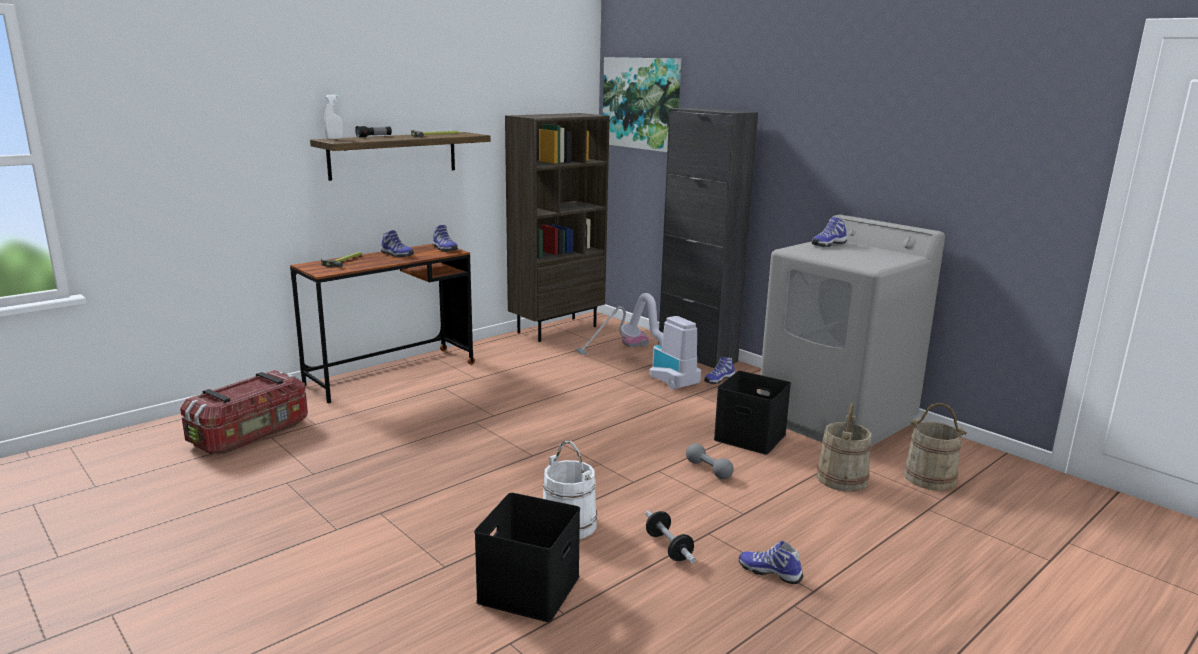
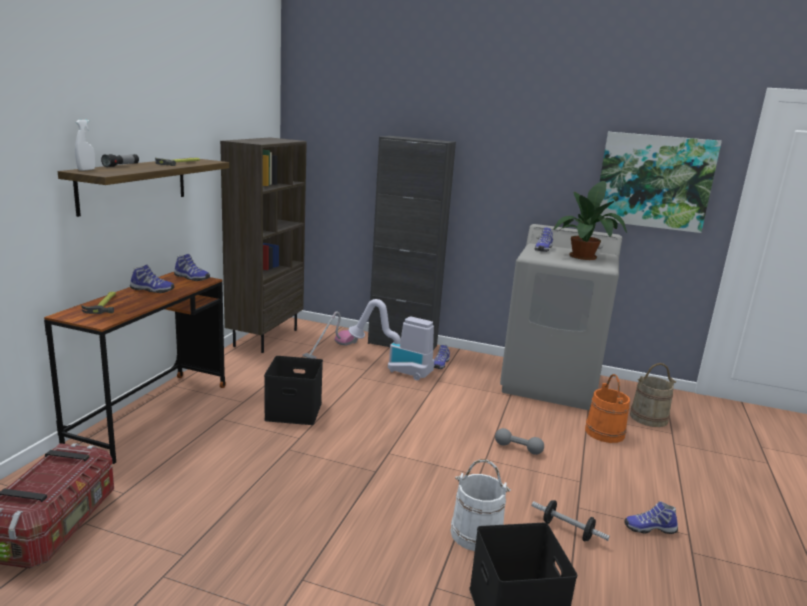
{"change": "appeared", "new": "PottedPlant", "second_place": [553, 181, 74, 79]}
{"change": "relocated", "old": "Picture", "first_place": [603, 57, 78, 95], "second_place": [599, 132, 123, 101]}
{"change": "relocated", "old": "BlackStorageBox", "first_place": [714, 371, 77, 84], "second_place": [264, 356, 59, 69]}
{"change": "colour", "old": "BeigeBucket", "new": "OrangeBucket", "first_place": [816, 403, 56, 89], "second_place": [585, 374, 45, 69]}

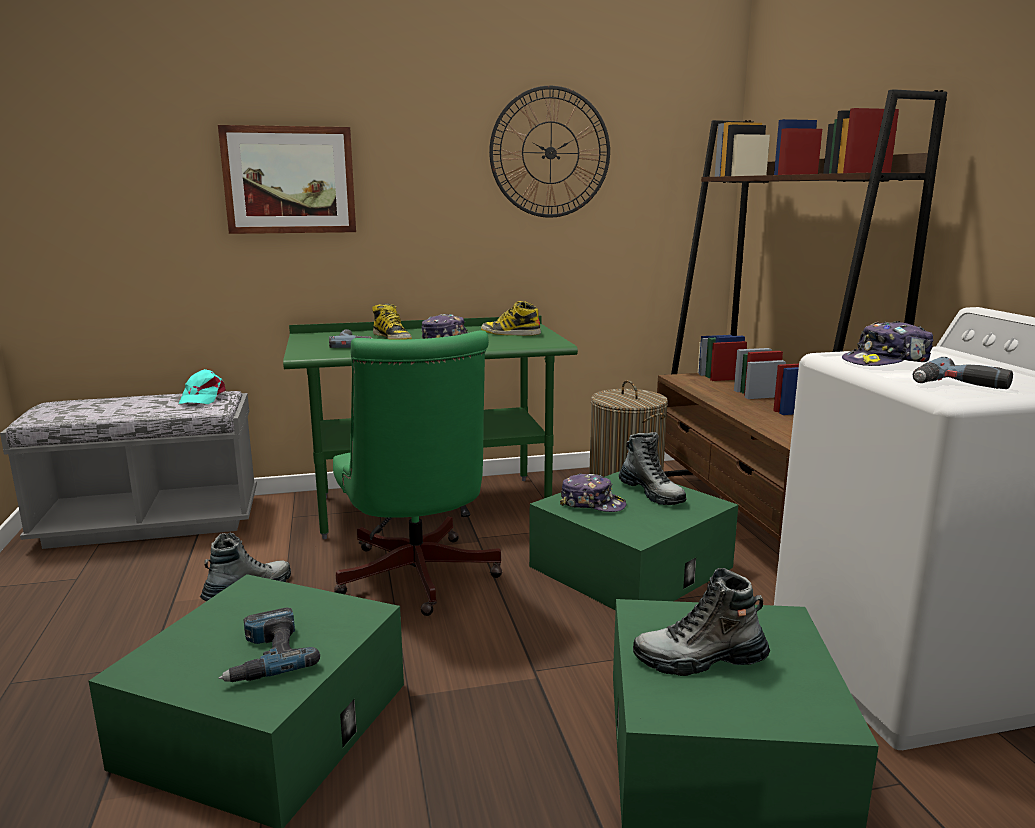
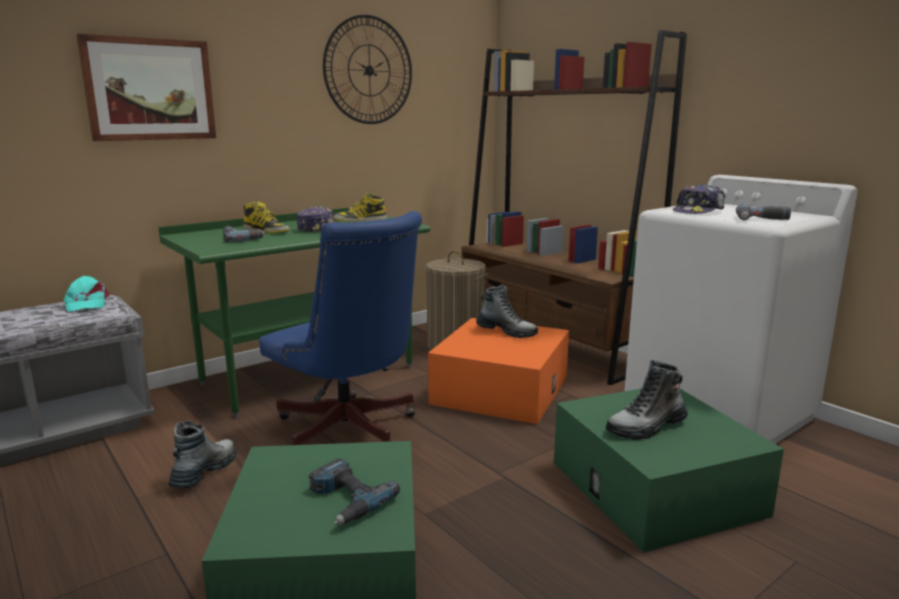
{"change": "missing", "old": "Cap", "first_place": [560, 473, 66, 39]}
{"change": "colour", "old": "GreenOfficeChair", "new": "BlueOfficeChair", "first_place": [333, 330, 169, 286], "second_place": [259, 211, 163, 234]}
{"change": "colour", "old": "GreenStorageBox", "new": "OrangeStorageBox", "first_place": [529, 471, 209, 139], "second_place": [428, 318, 141, 106]}

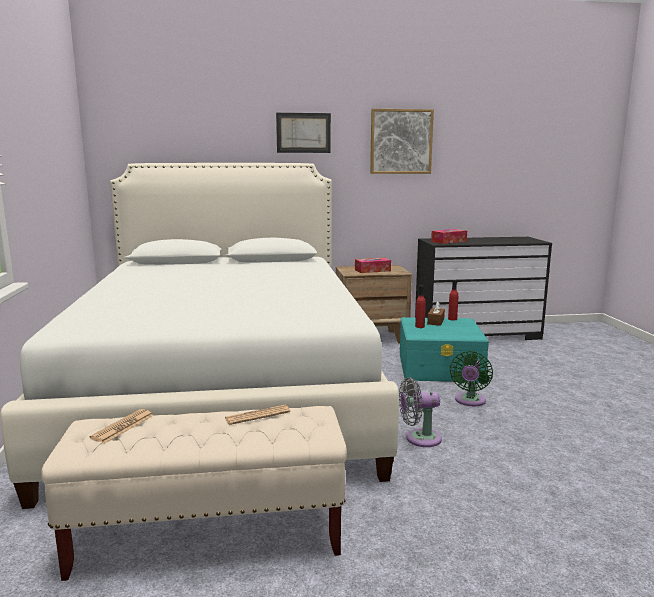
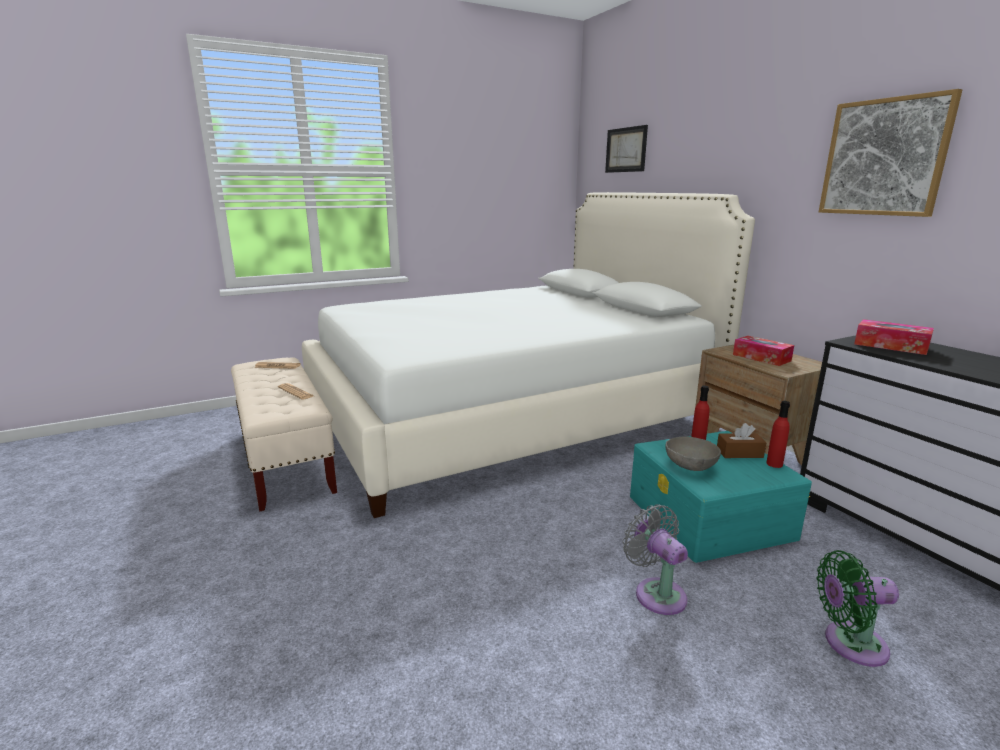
{"change": "appeared", "new": "GreyBowl", "second_place": [665, 437, 56, 34]}
{"change": "relocated", "old": "Picture", "first_place": [276, 113, 55, 40], "second_place": [605, 125, 43, 48]}
{"change": "relocated", "old": "GreyFan", "first_place": [399, 377, 43, 70], "second_place": [623, 504, 65, 111]}
{"change": "relocated", "old": "GreenFan", "first_place": [450, 351, 43, 55], "second_place": [817, 550, 82, 117]}

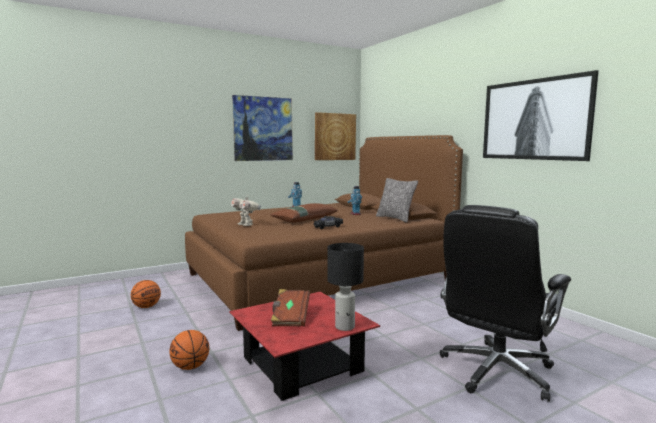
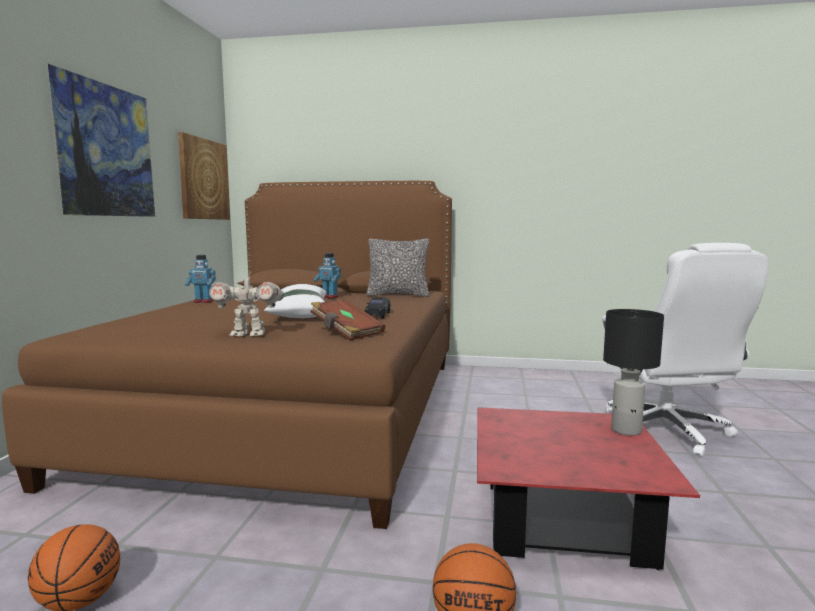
{"change": "missing", "old": "Picture", "first_place": [483, 70, 116, 91]}
{"change": "relocated", "old": "BrownBook", "first_place": [271, 289, 39, 37], "second_place": [311, 299, 74, 42]}
{"change": "colour", "old": "BrownPillow", "new": "WhitePillow", "first_place": [270, 203, 68, 19], "second_place": [264, 284, 63, 34]}
{"change": "colour", "old": "BlackOfficeChair", "new": "WhiteOfficeChair", "first_place": [440, 205, 131, 197], "second_place": [602, 243, 166, 214]}

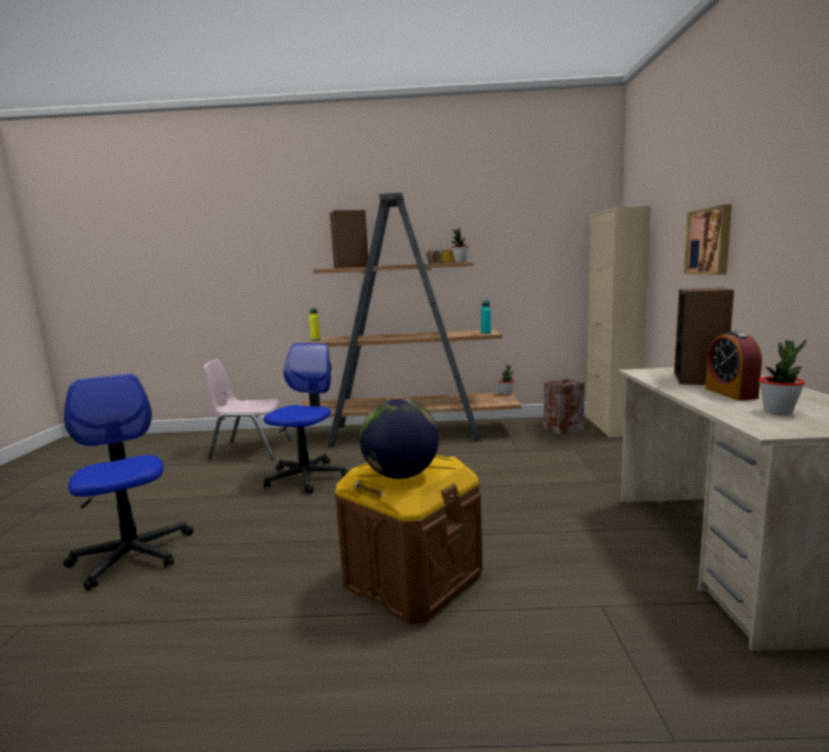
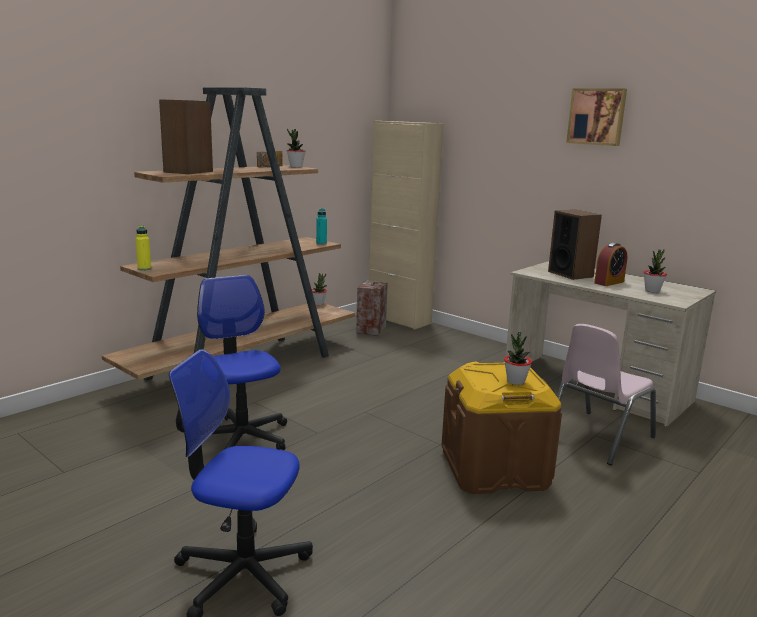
{"change": "relocated", "old": "PinkChair", "first_place": [203, 360, 89, 99], "second_place": [557, 324, 99, 141]}
{"change": "relocated", "old": "Picture", "first_place": [684, 204, 48, 71], "second_place": [566, 88, 61, 58]}
{"change": "exchanged", "old": "Globe", "new": "PottedPlant", "first_place": [360, 399, 79, 80], "second_place": [504, 332, 28, 53]}
{"change": "spun", "old": "AlarmClock", "first_place": [705, 331, 57, 69], "second_place": [594, 243, 34, 43], "degrees": -75}

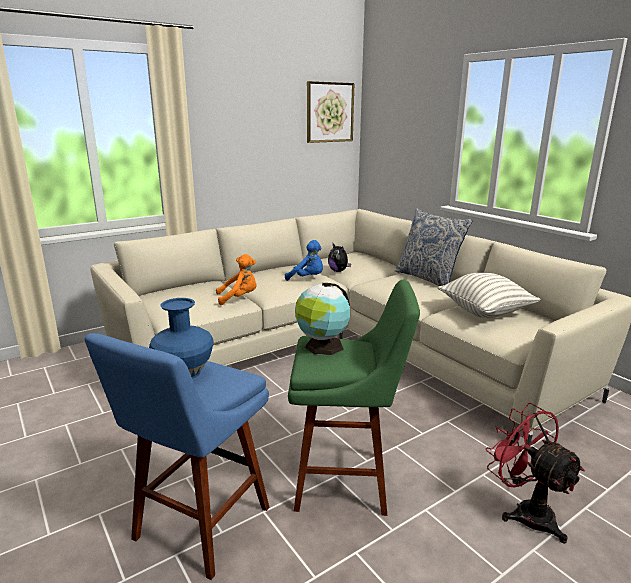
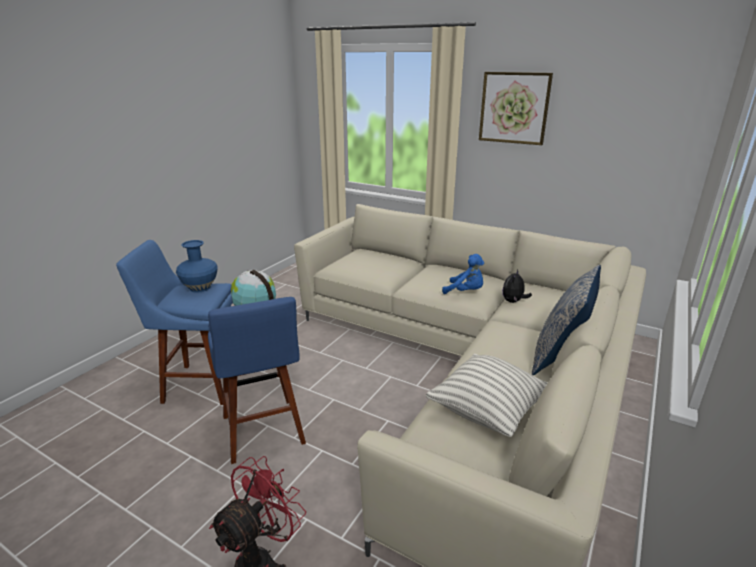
{"change": "missing", "old": "OrangePlushToy", "first_place": [216, 254, 41, 51]}
{"change": "relocated", "old": "Picture", "first_place": [307, 81, 47, 62], "second_place": [479, 72, 74, 73]}
{"change": "colour", "old": "GreenStool", "new": "BlueStool", "first_place": [288, 280, 132, 236], "second_place": [208, 297, 98, 167]}
{"change": "spun", "old": "BluePlushToy", "first_place": [285, 240, 38, 41], "second_place": [442, 254, 42, 40], "degrees": -60}

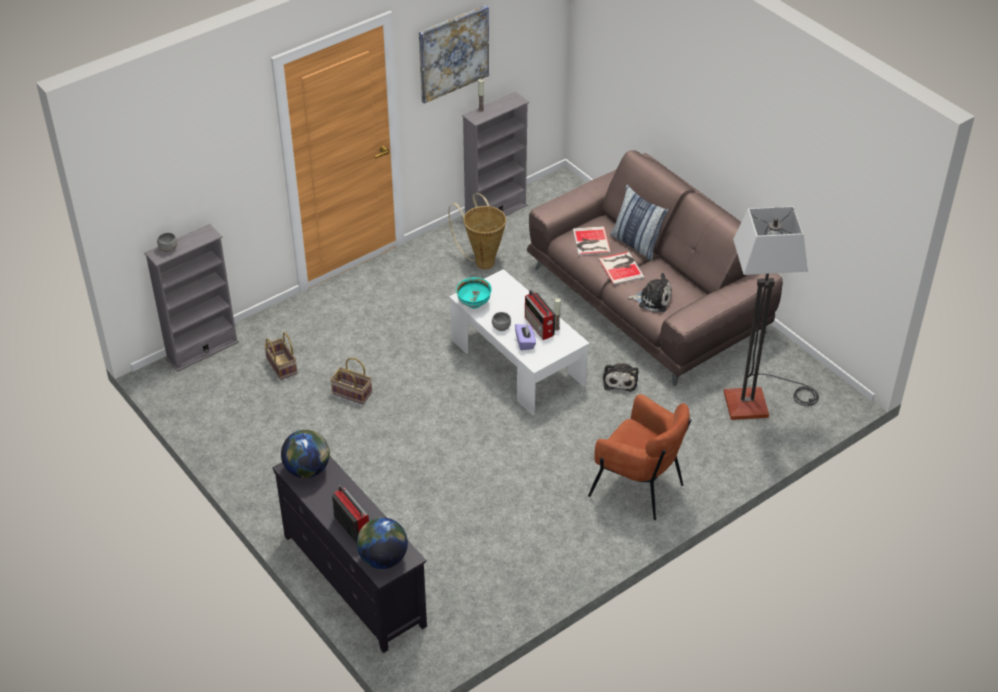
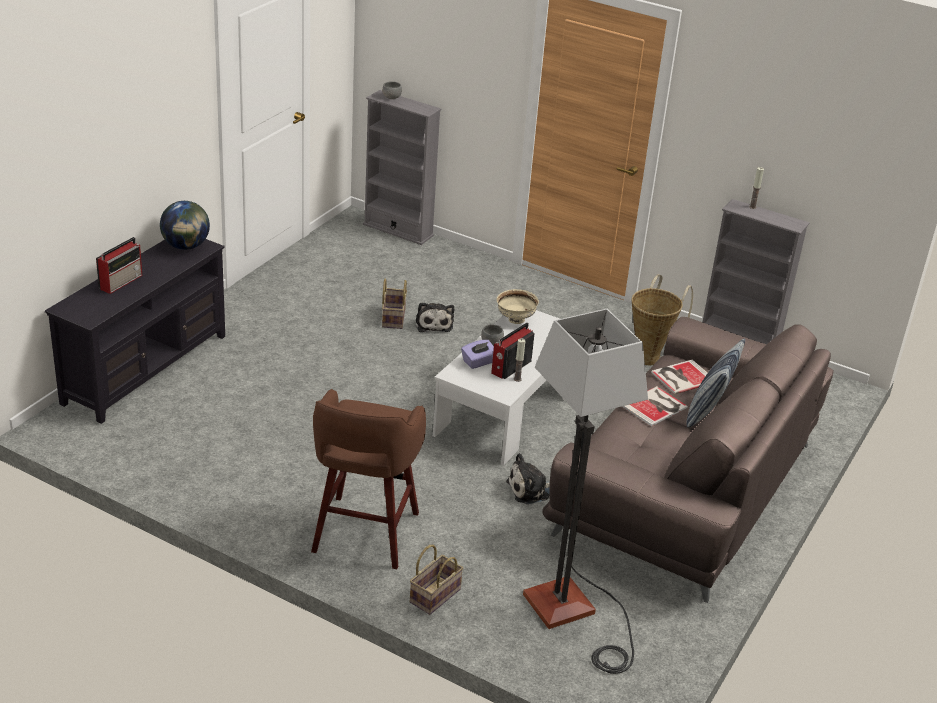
{"change": "missing", "old": "Globe", "first_place": [357, 518, 51, 51]}
{"change": "missing", "old": "Picture", "first_place": [419, 5, 70, 99]}
{"change": "relocated", "old": "Basket", "first_place": [264, 332, 33, 48], "second_place": [410, 545, 53, 70]}
{"change": "relocated", "old": "PlushToy", "first_place": [628, 273, 44, 39], "second_place": [416, 302, 38, 30]}
{"change": "exchanged", "old": "BrownArmchair", "new": "BrownStool", "first_place": [588, 394, 103, 126], "second_place": [311, 389, 115, 180]}
{"change": "colour", "old": "TurquoiseBowl", "new": "BeigeBowl", "first_place": [456, 277, 36, 32], "second_place": [497, 289, 42, 35]}

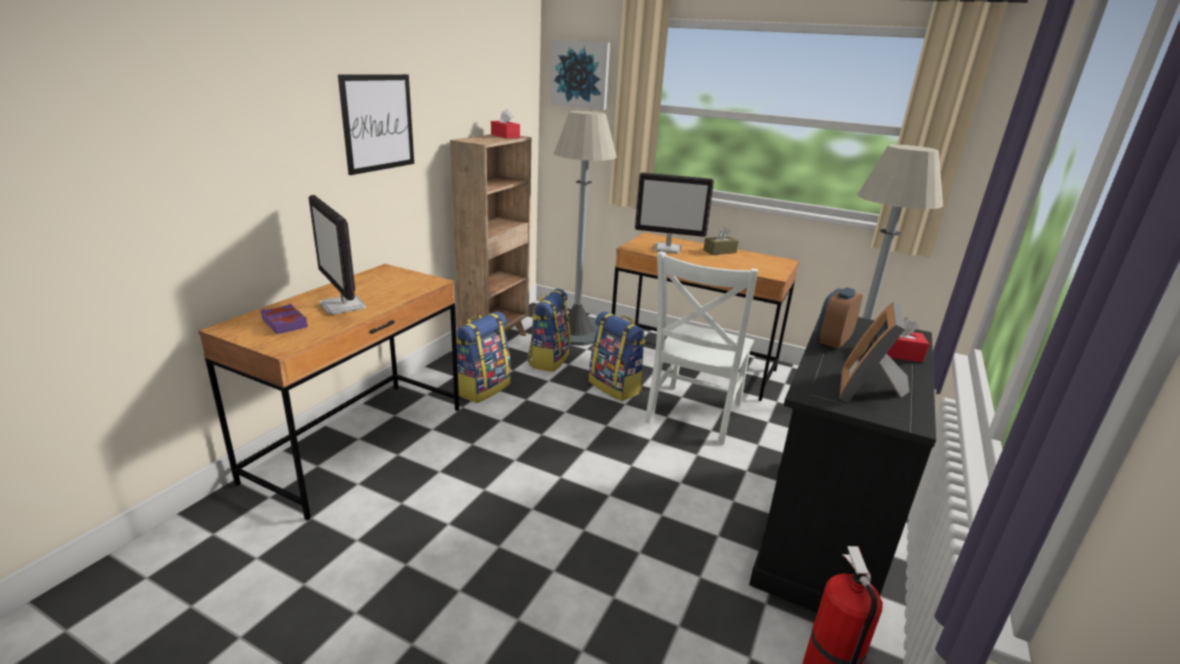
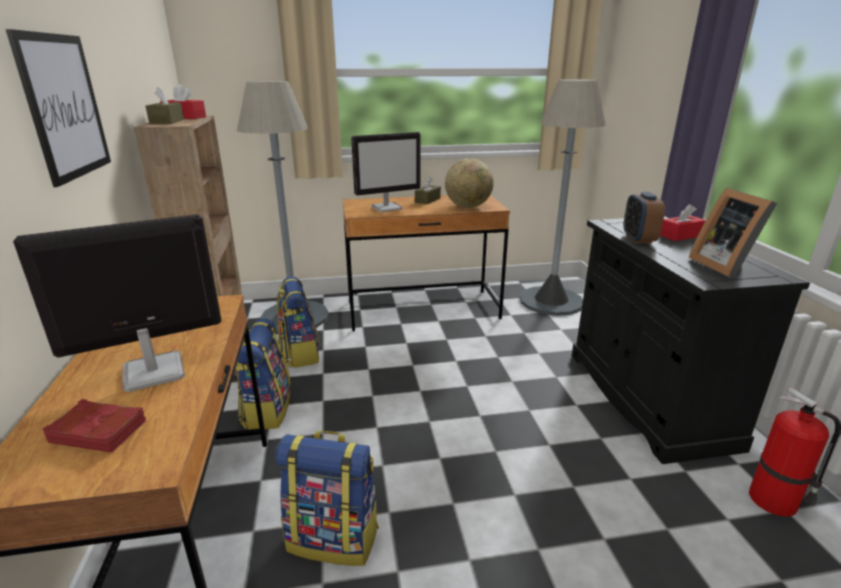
{"change": "missing", "old": "Picture", "first_place": [551, 40, 59, 70]}
{"change": "missing", "old": "WhiteChair", "first_place": [645, 251, 113, 194]}
{"change": "appeared", "new": "BrownTissueBox", "second_place": [145, 86, 39, 38]}
{"change": "appeared", "new": "Globe", "second_place": [445, 158, 49, 50]}
{"change": "relocated", "old": "Backpack", "first_place": [589, 312, 57, 89], "second_place": [275, 431, 104, 135]}
{"change": "colour", "old": "PurpleBook", "new": "RedBook", "first_place": [261, 304, 47, 30], "second_place": [43, 399, 103, 54]}
{"change": "spun", "old": "Monitor", "first_place": [309, 195, 57, 120], "second_place": [13, 214, 209, 178], "degrees": 135}

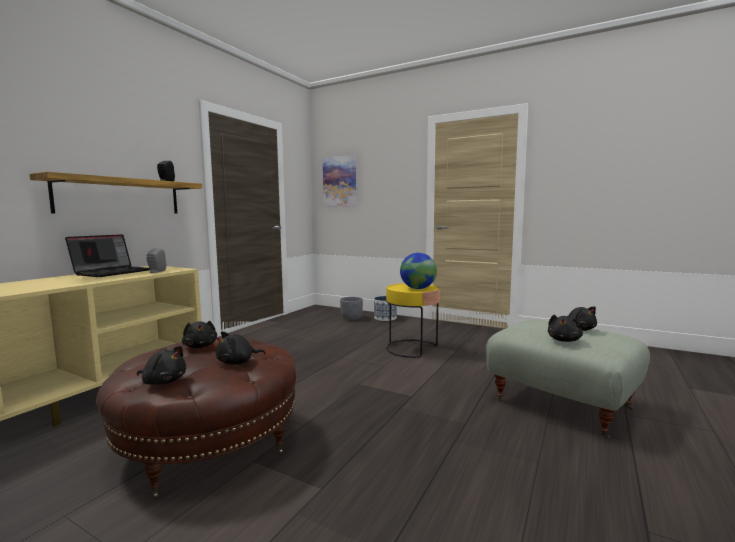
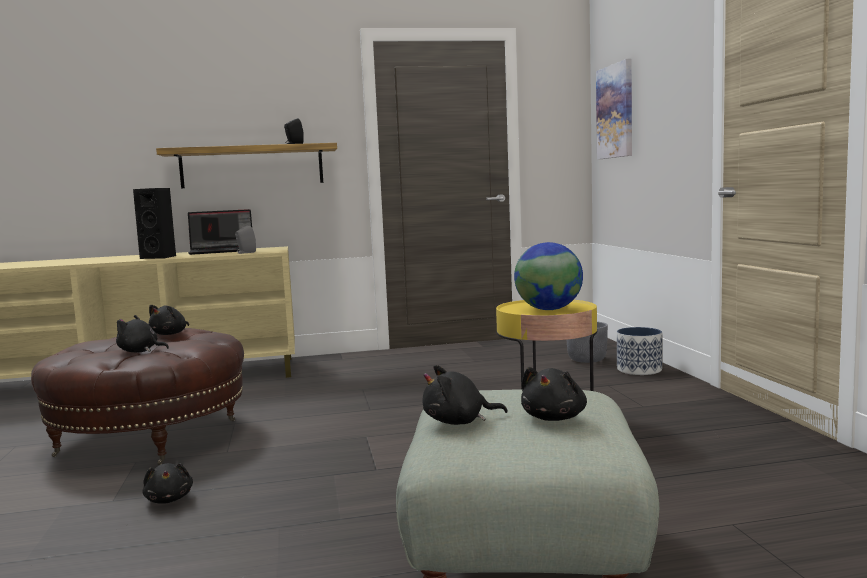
{"change": "appeared", "new": "BlackSpeaker", "second_place": [133, 188, 43, 71]}
{"change": "relocated", "old": "BlackPlushToy", "first_place": [137, 346, 49, 39], "second_place": [143, 463, 50, 41]}

